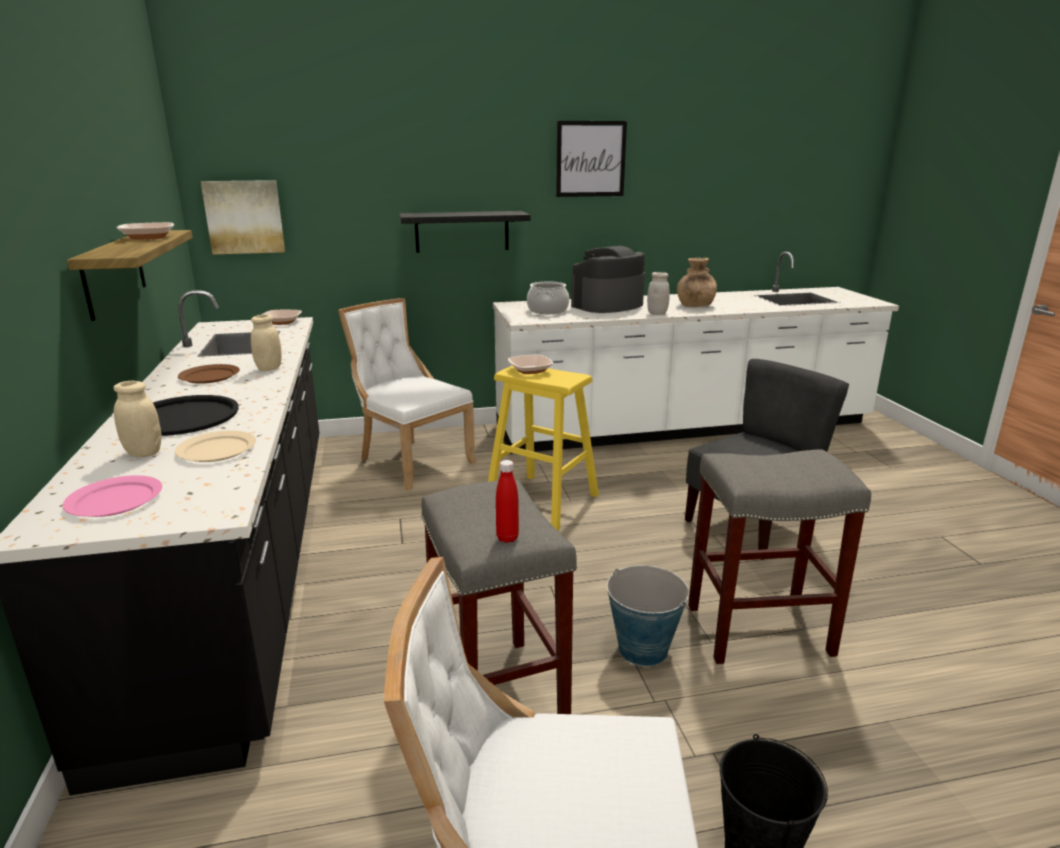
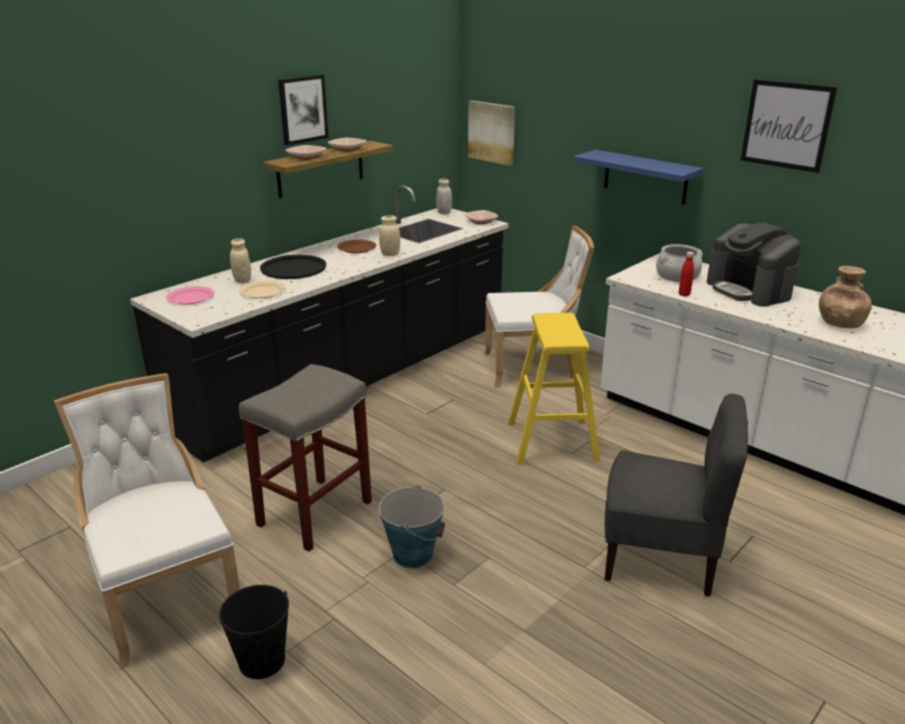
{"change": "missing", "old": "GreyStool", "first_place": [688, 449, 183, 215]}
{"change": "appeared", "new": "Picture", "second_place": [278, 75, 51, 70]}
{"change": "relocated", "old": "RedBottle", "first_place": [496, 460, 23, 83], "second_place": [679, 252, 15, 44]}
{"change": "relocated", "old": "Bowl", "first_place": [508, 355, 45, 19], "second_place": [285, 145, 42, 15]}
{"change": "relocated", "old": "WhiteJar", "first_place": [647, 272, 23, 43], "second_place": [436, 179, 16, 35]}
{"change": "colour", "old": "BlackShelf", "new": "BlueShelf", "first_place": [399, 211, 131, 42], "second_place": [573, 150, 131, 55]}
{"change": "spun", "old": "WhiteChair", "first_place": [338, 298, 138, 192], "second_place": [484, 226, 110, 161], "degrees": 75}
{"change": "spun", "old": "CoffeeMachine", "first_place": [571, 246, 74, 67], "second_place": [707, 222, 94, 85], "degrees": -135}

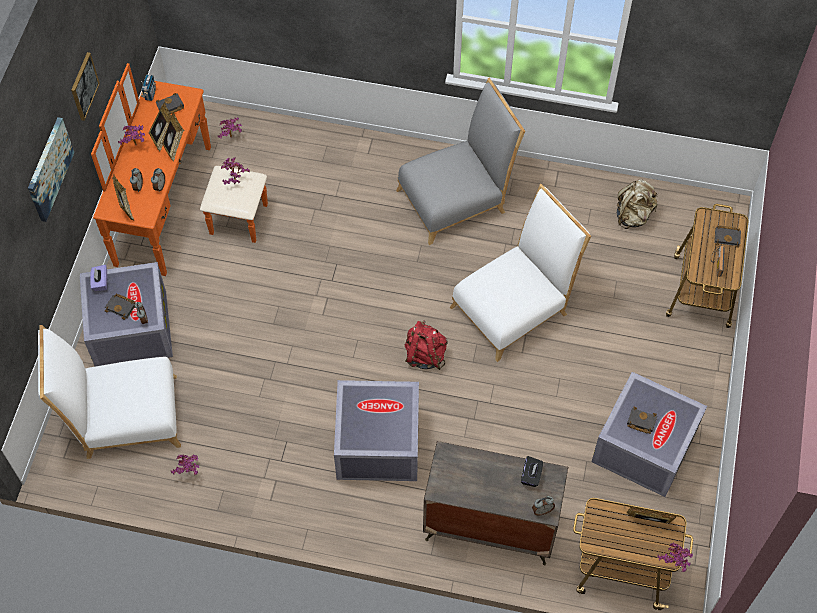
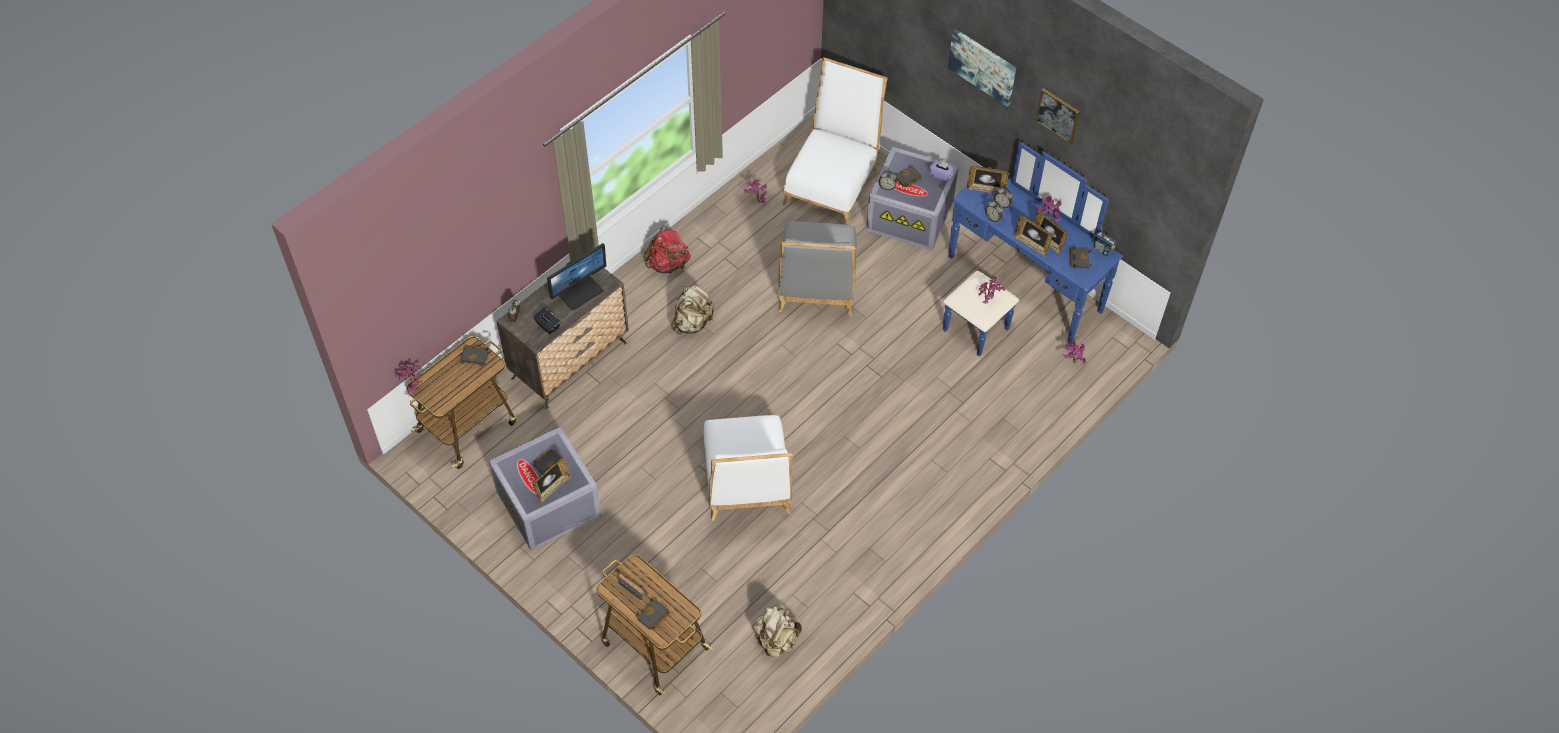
{"change": "appeared", "new": "BlackBook", "second_place": [460, 345, 29, 22]}
{"change": "appeared", "new": "Monitor", "second_place": [547, 243, 59, 67]}
{"change": "relocated", "old": "GreyChair", "first_place": [396, 78, 129, 167], "second_place": [778, 221, 79, 95]}
{"change": "relocated", "old": "RedBackpack", "first_place": [405, 320, 42, 50], "second_place": [644, 225, 47, 48]}
{"change": "relocated", "old": "PictureFrame", "first_place": [627, 507, 50, 16], "second_place": [533, 457, 39, 46]}
{"change": "exchanged", "old": "GreyStorageBox", "new": "BeigeBackpack", "first_place": [334, 380, 85, 101], "second_place": [671, 285, 43, 50]}
{"change": "colour", "old": "OrangeDresser", "new": "BlueDresser", "first_place": [91, 63, 177, 213], "second_place": [943, 142, 180, 215]}

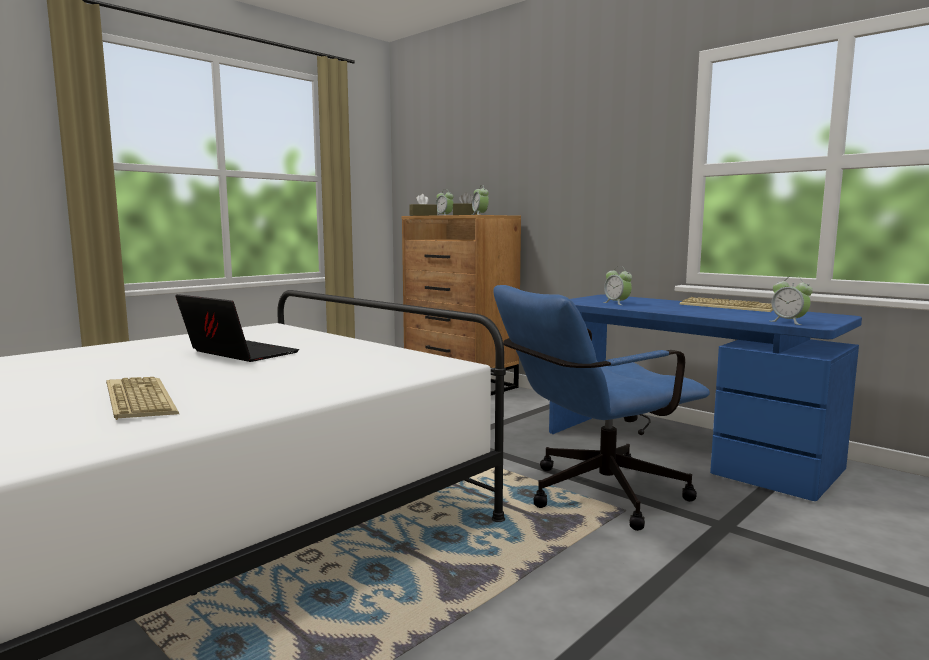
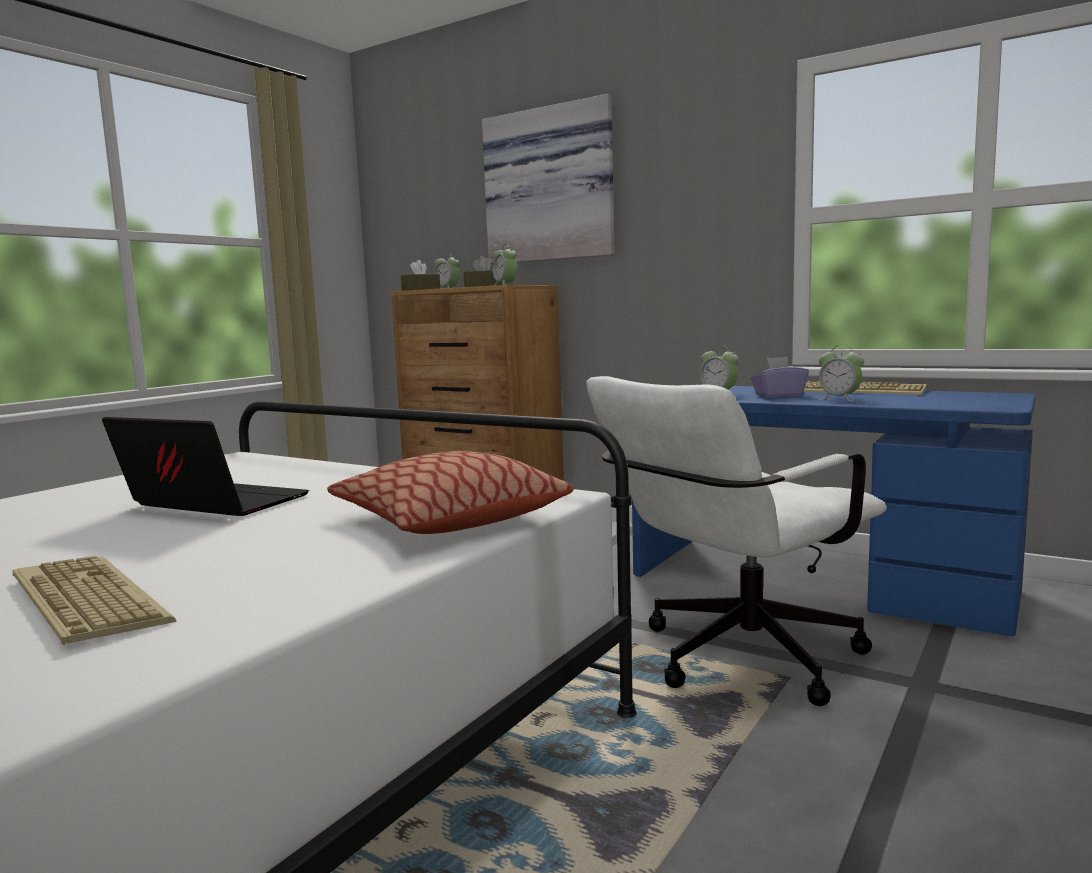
{"change": "appeared", "new": "Pillow", "second_place": [327, 451, 247, 83]}
{"change": "appeared", "new": "Picture", "second_place": [482, 94, 133, 170]}
{"change": "appeared", "new": "PurpleTissueBox", "second_place": [751, 357, 58, 41]}
{"change": "relocated", "old": "AlarmClock", "first_place": [771, 276, 42, 49], "second_place": [818, 345, 46, 57]}
{"change": "colour", "old": "BlueOfficeChair", "new": "WhiteOfficeChair", "first_place": [493, 285, 217, 246], "second_place": [587, 376, 300, 330]}

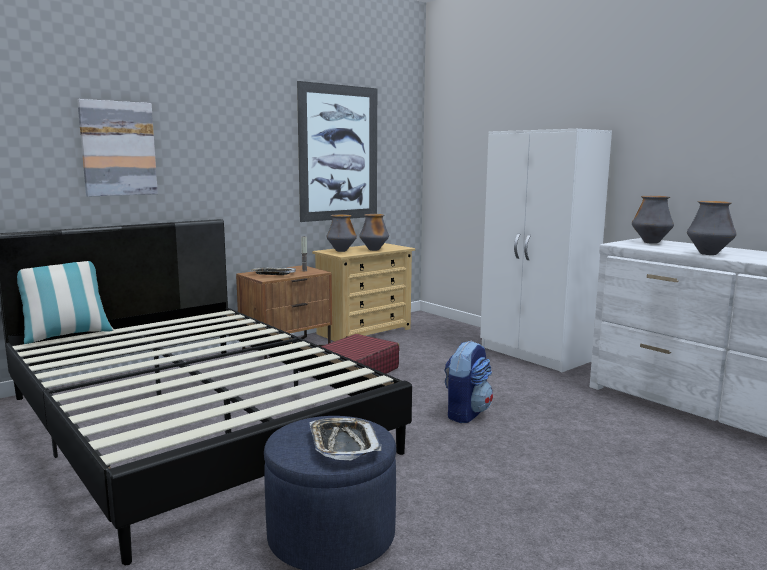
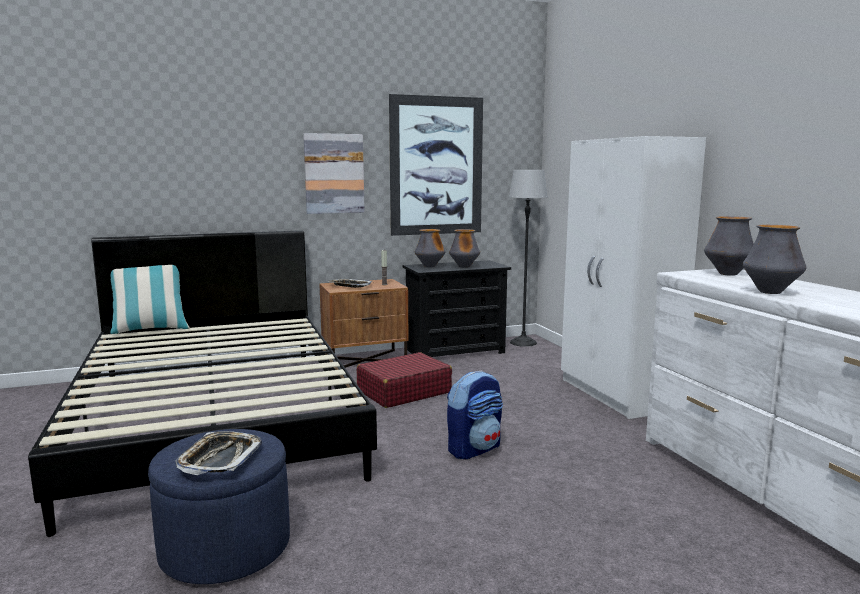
{"change": "appeared", "new": "FloorLamp", "second_place": [509, 170, 39, 177]}
{"change": "relocated", "old": "Picture", "first_place": [77, 99, 81, 98], "second_place": [303, 133, 61, 81]}
{"change": "colour", "old": "BeigeDresser", "new": "BlackDresser", "first_place": [312, 243, 103, 98], "second_place": [403, 260, 108, 97]}

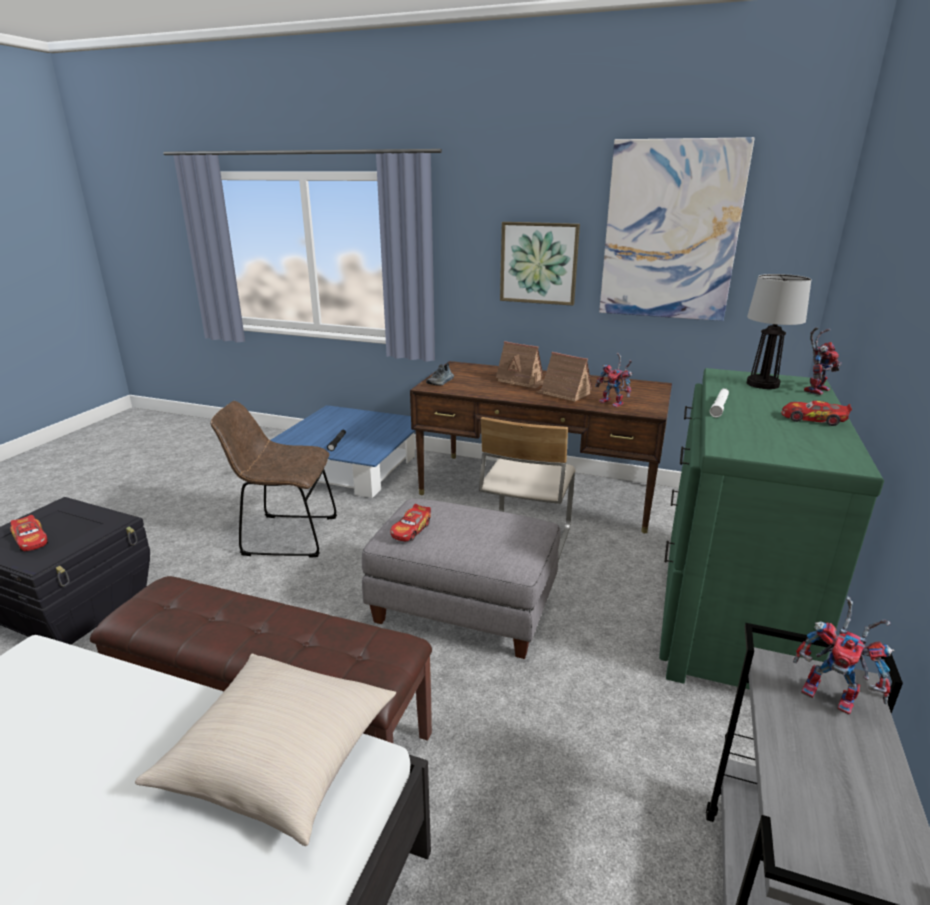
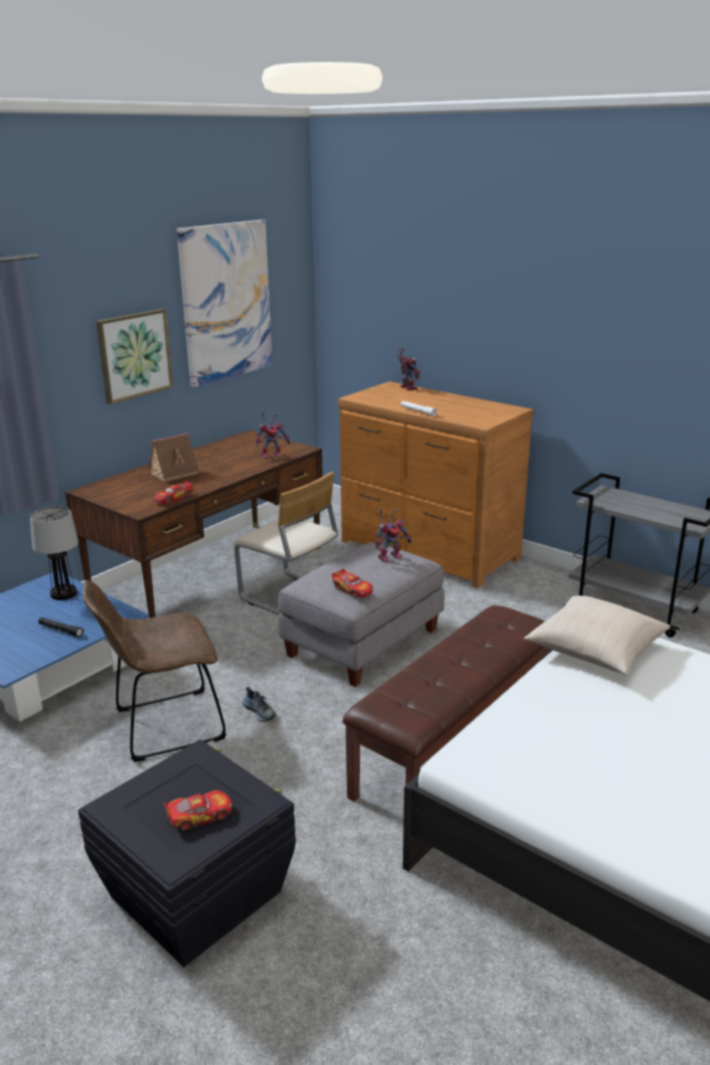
{"change": "missing", "old": "ToyHouse", "first_place": [536, 352, 57, 50]}
{"change": "relocated", "old": "Shoe", "first_place": [426, 363, 28, 22], "second_place": [242, 687, 34, 35]}
{"change": "relocated", "old": "TableLamp", "first_place": [747, 274, 64, 115], "second_place": [30, 506, 48, 94]}
{"change": "relocated", "old": "ToyCar", "first_place": [782, 401, 70, 25], "second_place": [154, 481, 39, 24]}
{"change": "relocated", "old": "ToyRobot", "first_place": [793, 596, 101, 119], "second_place": [375, 508, 37, 54]}
{"change": "colour", "old": "GreenDresser", "new": "BrownDresser", "first_place": [659, 368, 225, 322], "second_place": [338, 381, 195, 207]}
{"change": "spun", "old": "BrownChair", "first_place": [210, 401, 127, 157], "second_place": [83, 580, 143, 182], "degrees": 45}

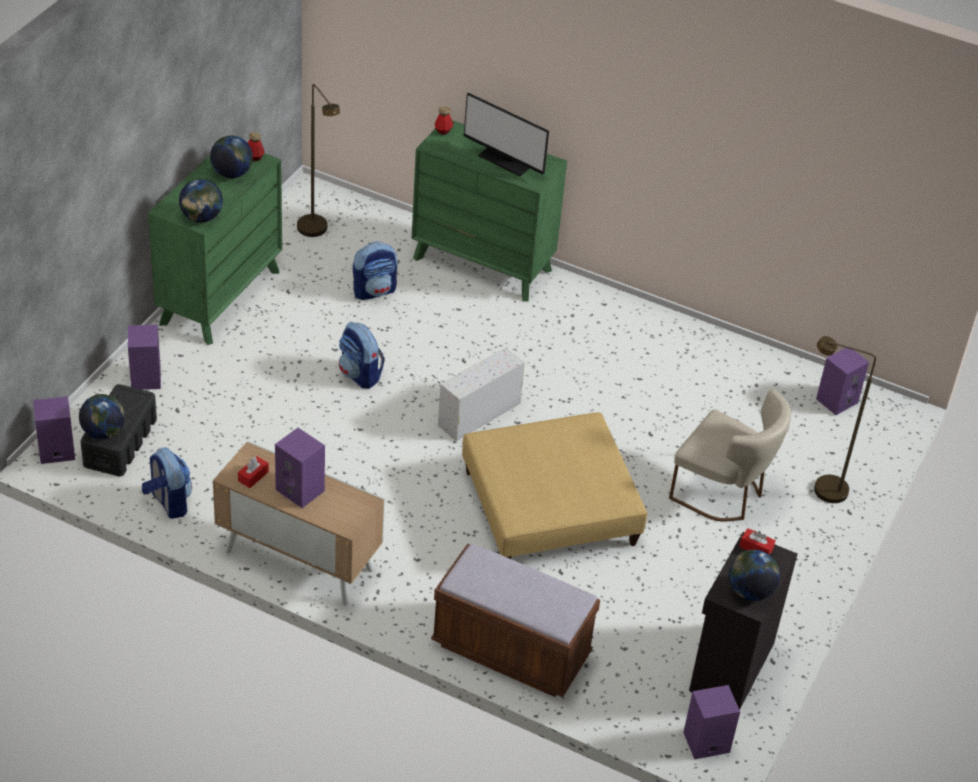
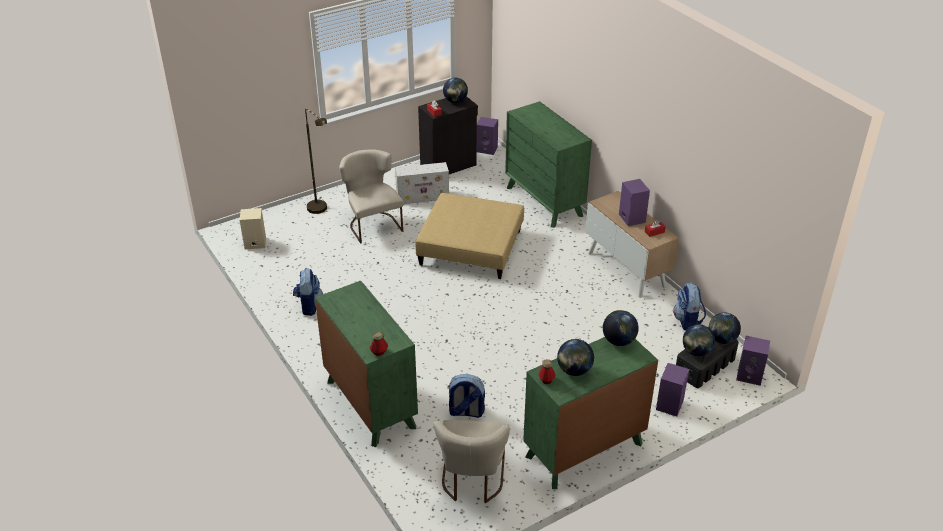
{"change": "missing", "old": "Monitor", "first_place": [464, 93, 85, 83]}
{"change": "appeared", "new": "Globe", "second_place": [683, 324, 32, 32]}
{"change": "relocated", "old": "Backpack", "first_place": [339, 322, 46, 67], "second_place": [293, 268, 30, 48]}
{"change": "relocated", "old": "WhiteStorageBox", "first_place": [438, 348, 87, 93], "second_place": [395, 162, 54, 42]}
{"change": "exchanged", "old": "BrownFloorLamp", "new": "BeigeChair", "first_place": [297, 84, 43, 153], "second_place": [433, 420, 77, 83]}
{"change": "exchanged", "old": "BrownBench", "new": "GreenDresser", "first_place": [431, 544, 169, 153], "second_place": [505, 101, 87, 127]}
{"change": "colour", "old": "PurpleSpeaker", "new": "BeigeSpeaker", "first_place": [816, 348, 53, 67], "second_place": [240, 208, 26, 41]}

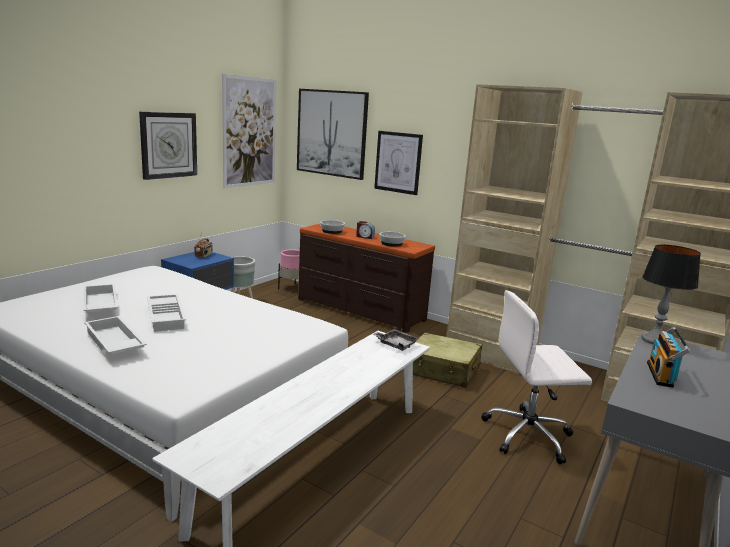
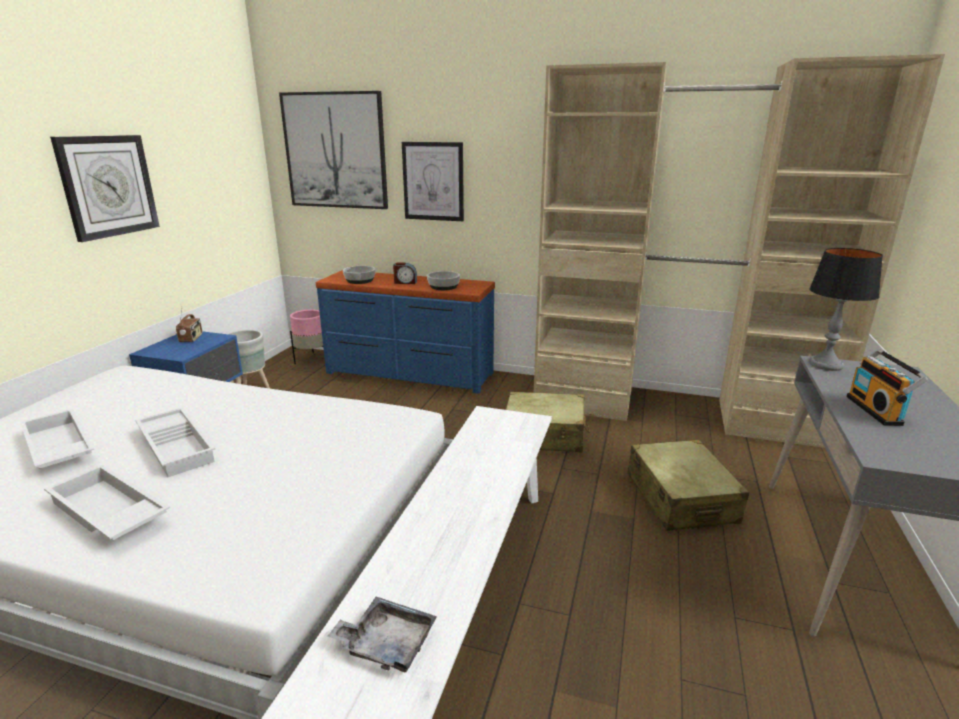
{"change": "missing", "old": "Picture", "first_place": [222, 74, 54, 114]}
{"change": "relocated", "old": "GreyTray", "first_place": [372, 329, 47, 22], "second_place": [328, 597, 109, 75]}
{"change": "exchanged", "old": "WhiteOfficeChair", "new": "BeigeSuitcase", "first_place": [481, 290, 111, 174], "second_place": [627, 440, 122, 91]}
{"change": "colour", "old": "BrownDresser", "new": "BlueDresser", "first_place": [298, 224, 137, 109], "second_place": [316, 270, 179, 124]}

